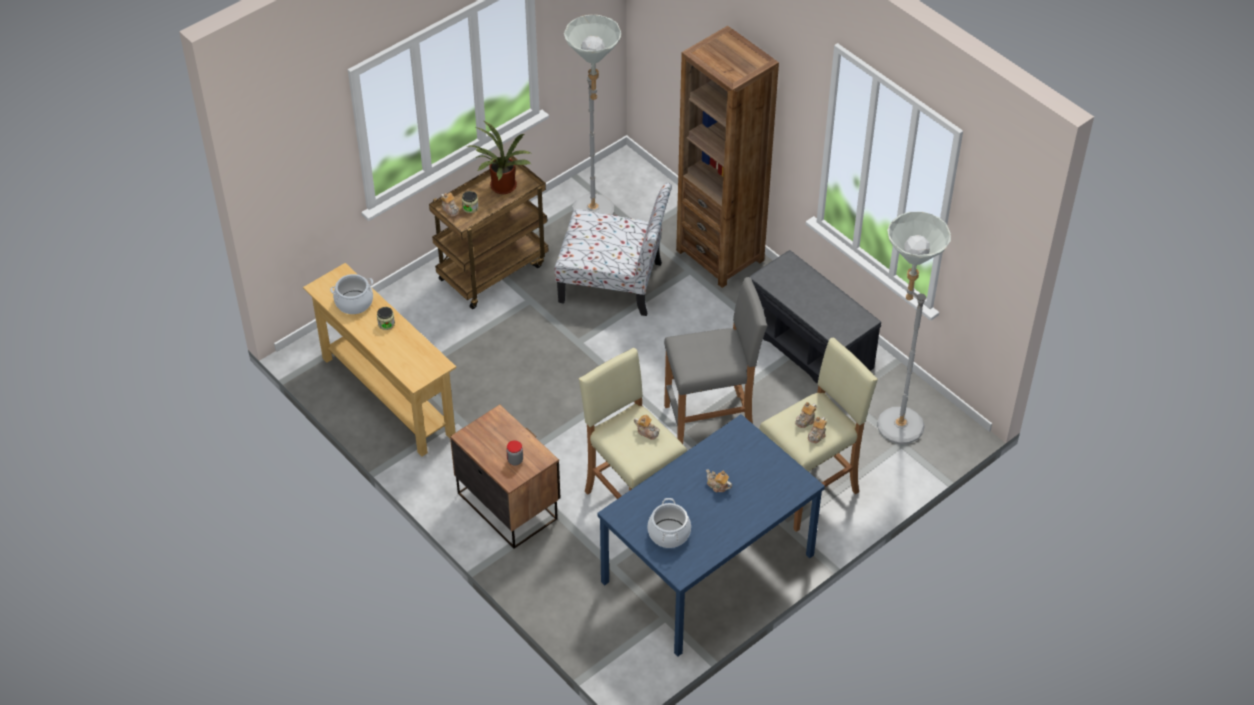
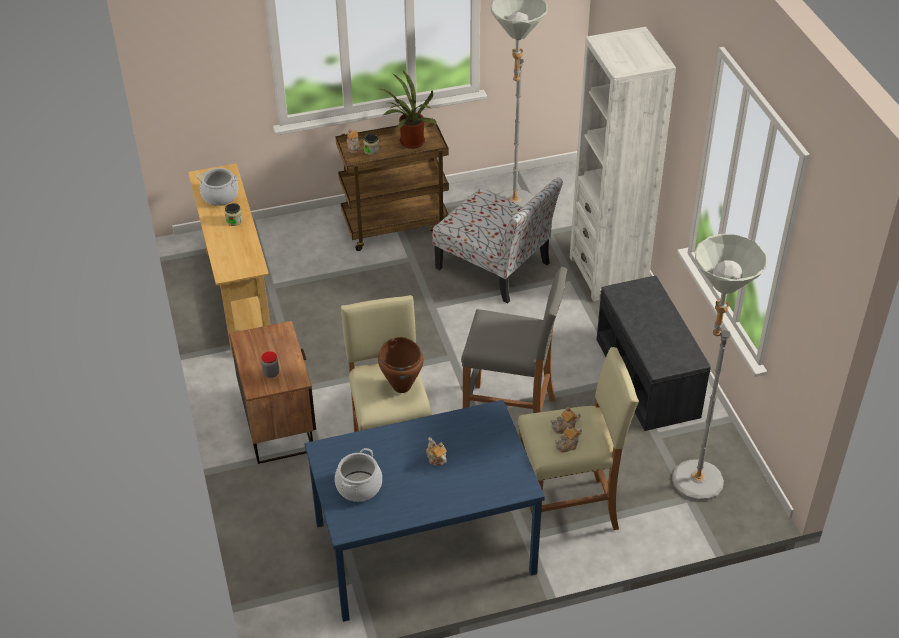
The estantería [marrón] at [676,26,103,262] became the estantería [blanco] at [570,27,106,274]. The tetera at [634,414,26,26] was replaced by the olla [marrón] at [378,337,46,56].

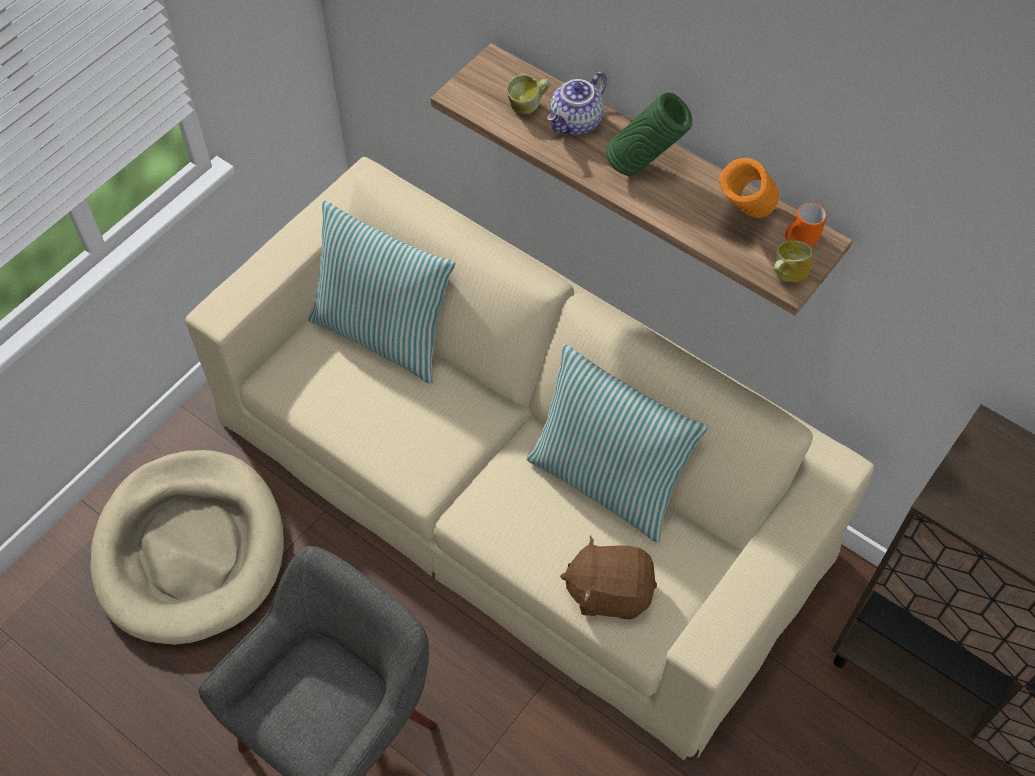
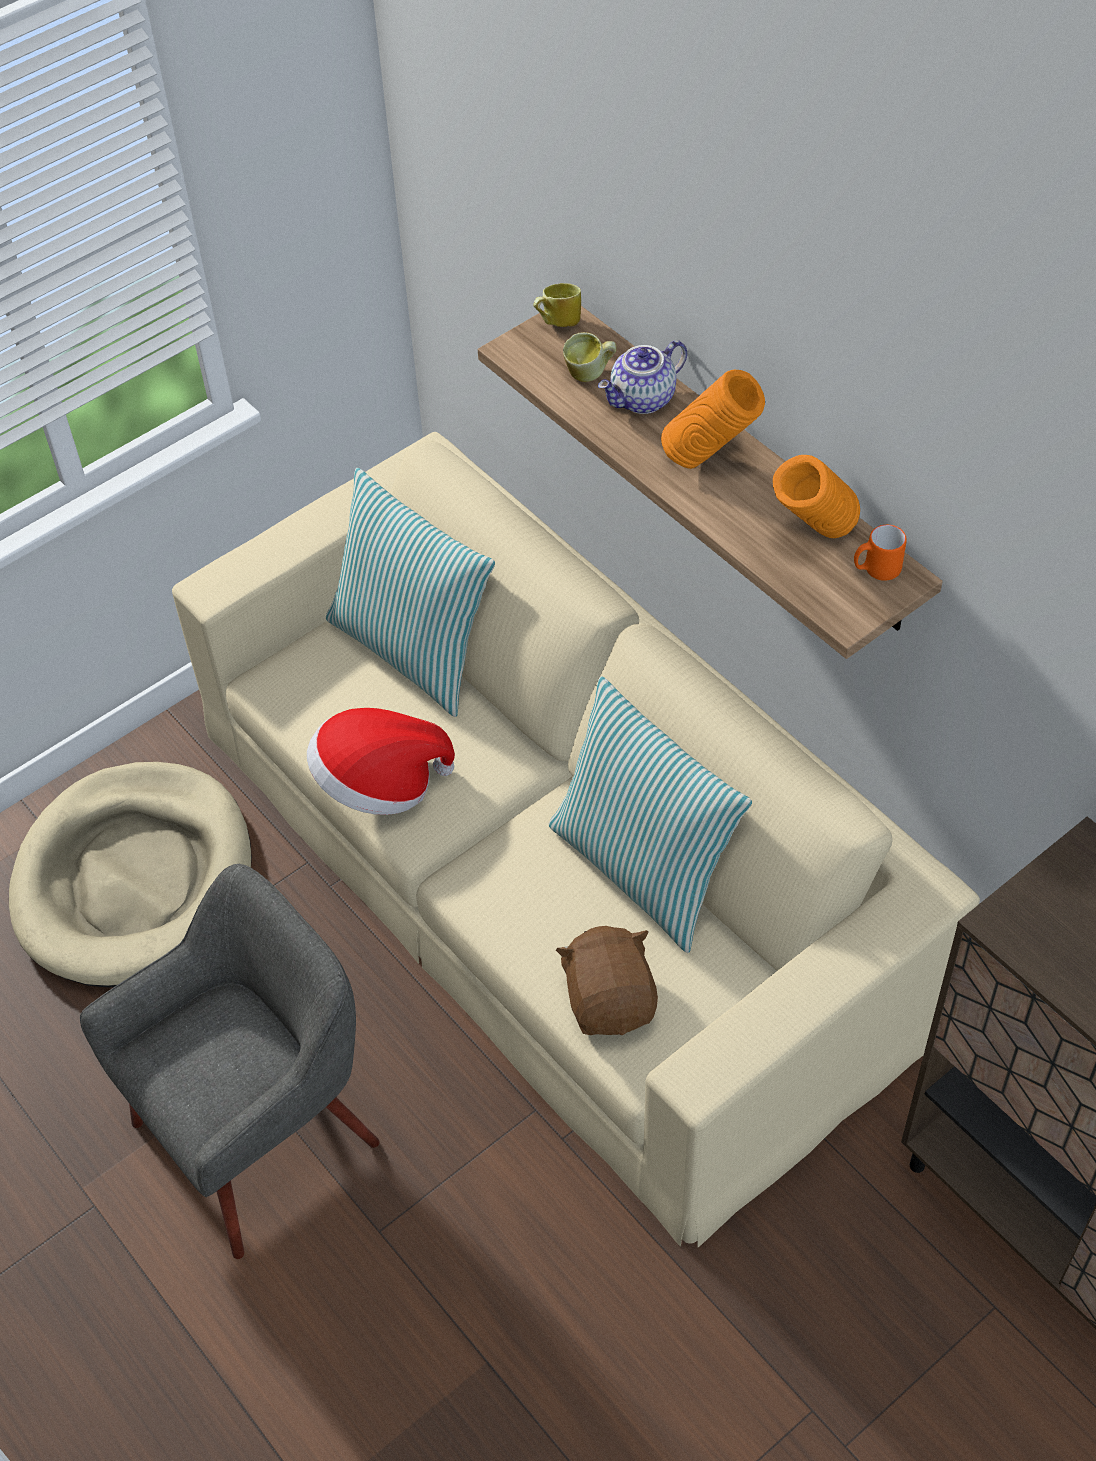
The florero [verde] at [606,93,86,83] became the florero [naranja] at [661,370,104,99]. The taza grande moved from [773,240,39,43] to [533,283,48,44]. The peluche [marrón] at [560,535,97,84] turned 60 degrees clockwise. The sombrero at [307,708,148,107] appeared.

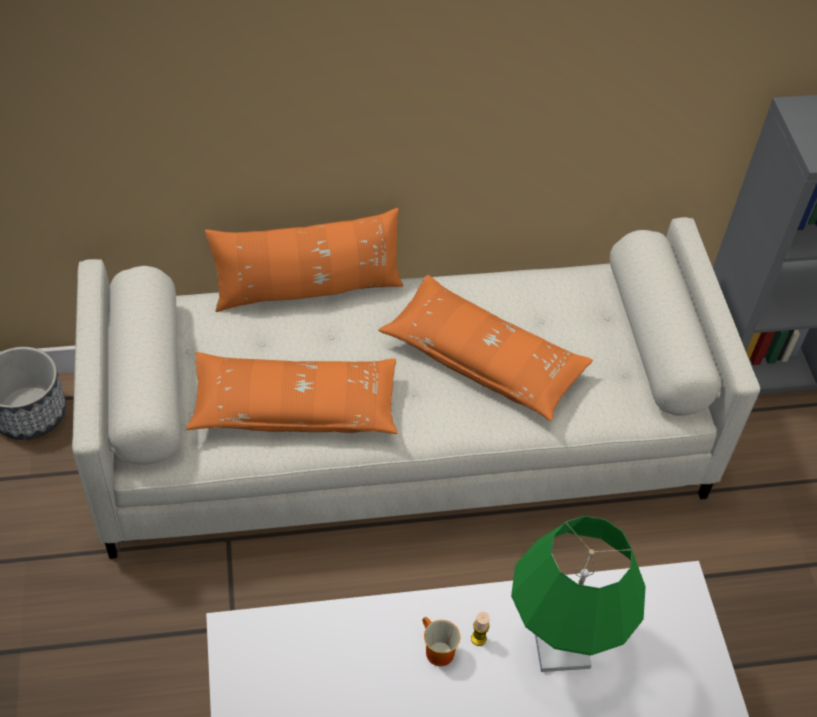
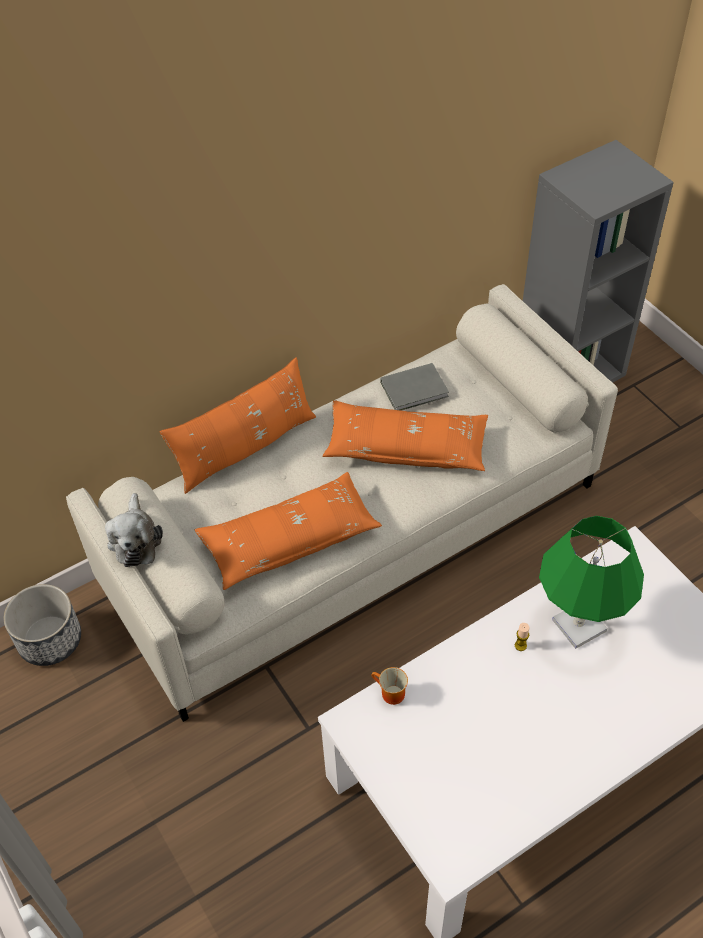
The taza grande moved from [423,617,37,49] to [371,667,37,38]. The libro [gris] at [380,363,69,48] appeared. The peluche at [105,493,58,74] appeared.

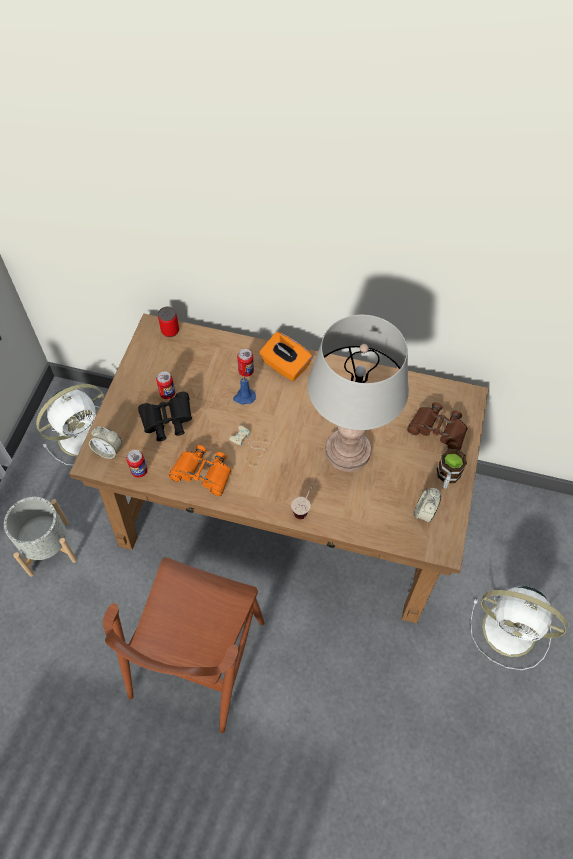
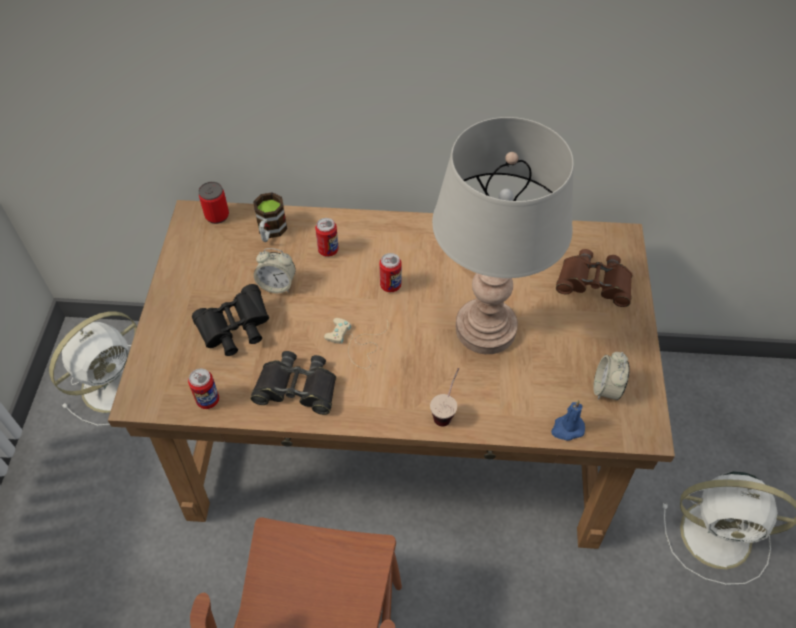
The caja de pañuelos [naranja] at [260,332,52,49] disappeared. The lata moved from [156,371,19,28] to [379,253,23,39]. The vela [azul] moved from [233,377,23,28] to [551,400,34,41]. The despertador moved from [89,426,33,33] to [254,248,42,45]. The prismáticos [naranja] at [168,445,63,51] became the prismáticos [negro] at [250,351,86,64]. The taza grande moved from [437,449,30,40] to [253,192,34,50]. The maceta [gris] at [4,497,73,80] disappeared.

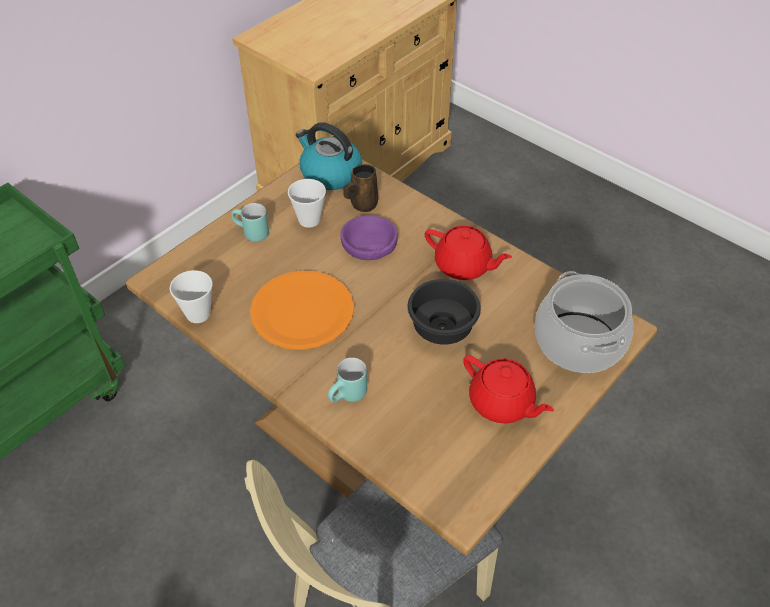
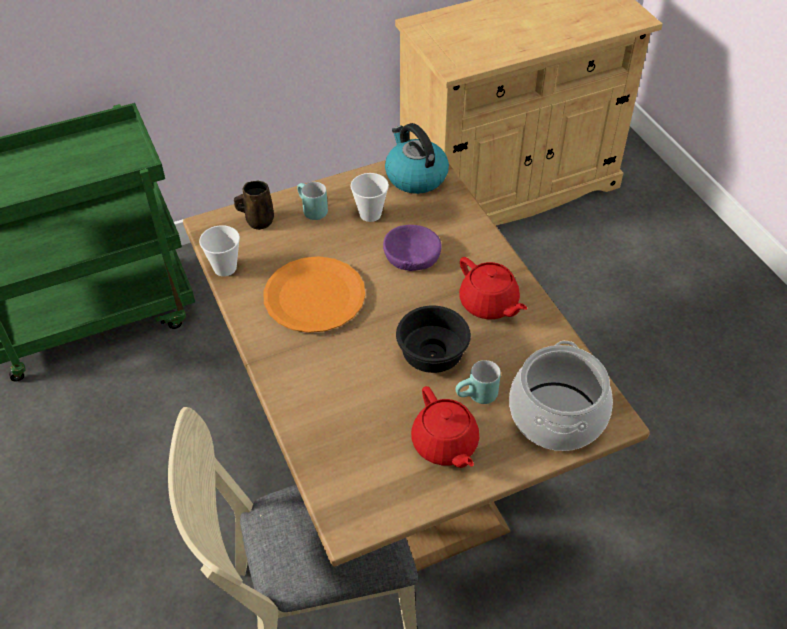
The taza grande [marrón] moved from [344,164,34,48] to [234,181,40,49]. The taza grande [turquesa] moved from [328,358,39,44] to [456,360,45,44].

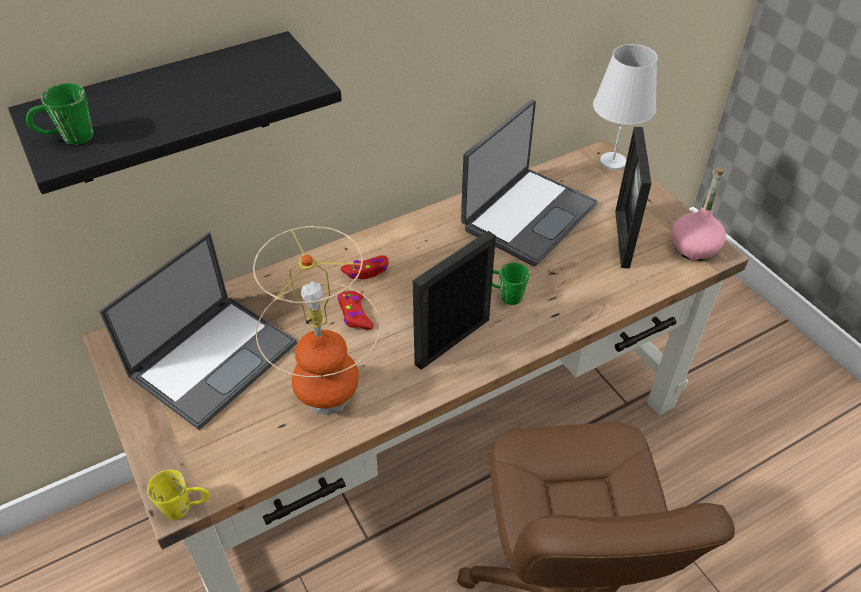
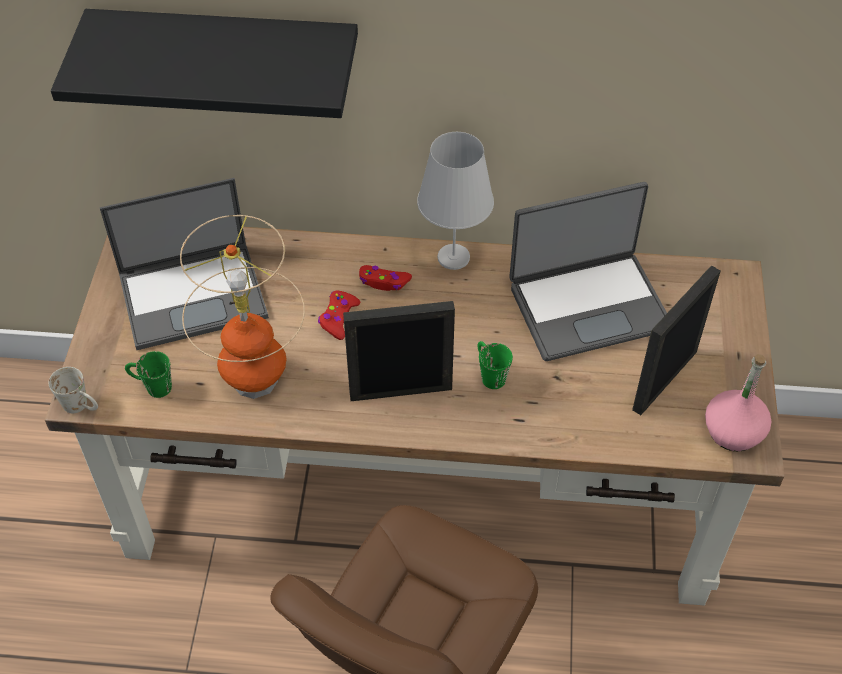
The lámpara de mesa [blanco] moved from [593,44,64,126] to [417,132,77,138]. The taza grande [verde] moved from [26,83,68,62] to [125,351,47,47]. The taza grande [amarillo] at [147,470,63,50] became the taza grande [blanco] at [49,367,49,46].

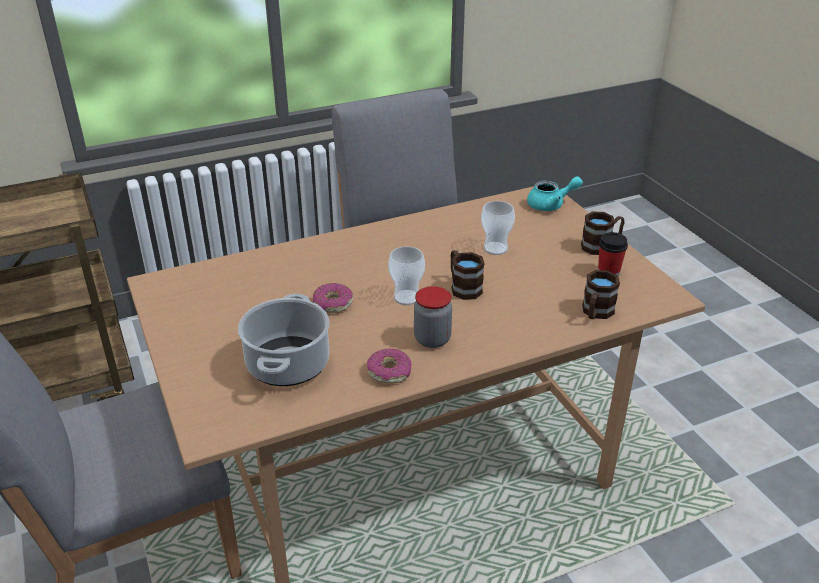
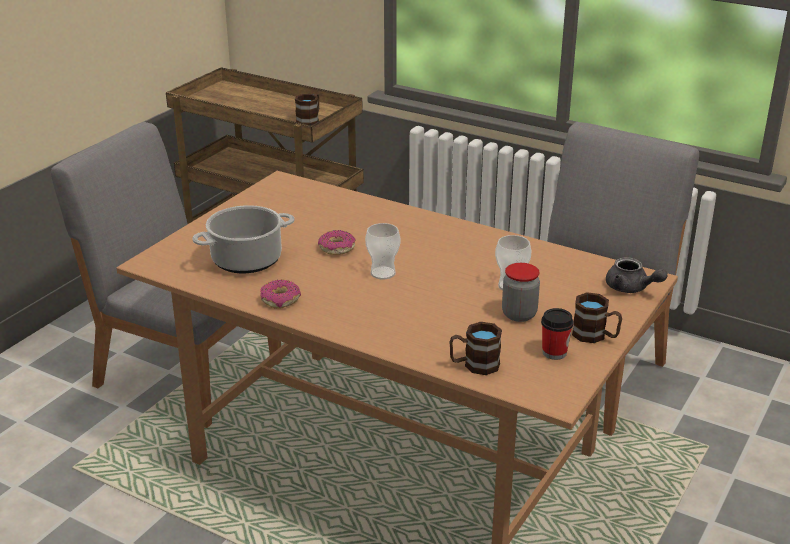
The tetera [turquesa] at [527,176,56,35] became the tetera [gris] at [606,257,61,36]. The taza grande [marrón] moved from [451,250,34,50] to [295,94,24,31]. The tarro moved from [414,286,38,62] to [502,263,38,59].

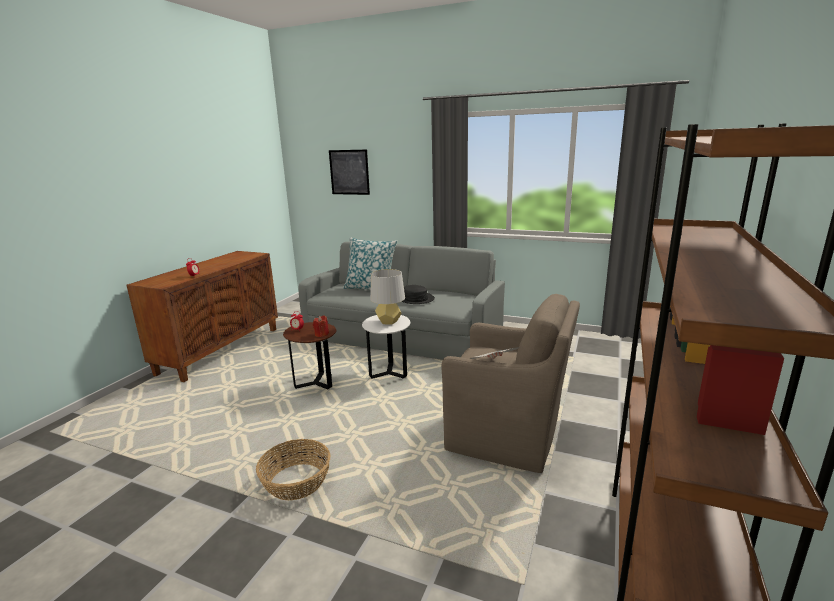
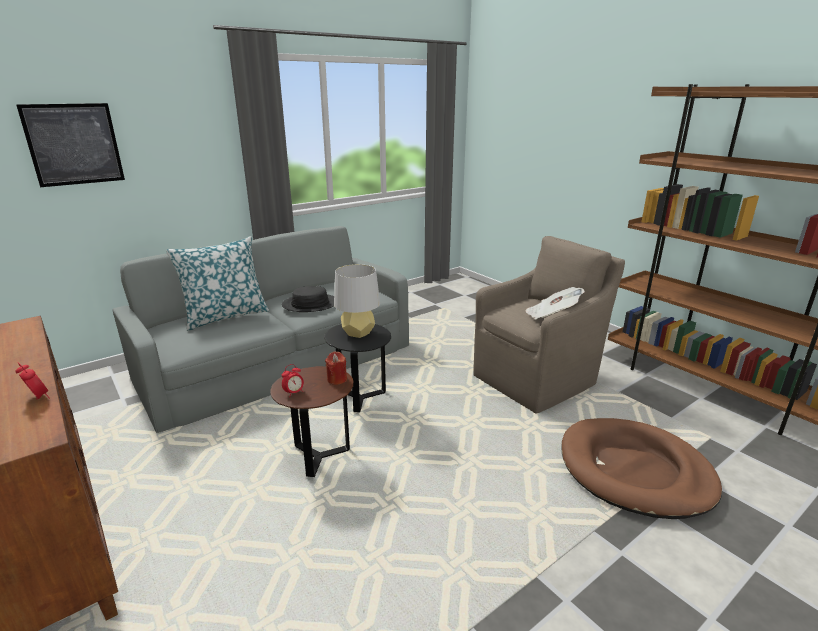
The mesa auxiliar [blanco] at [362,315,48,64] became the mesa auxiliar [negro] at [324,324,67,88]. The cesta at [256,439,74,61] disappeared. The cama para perro [marrón] at [562,418,160,101] appeared.

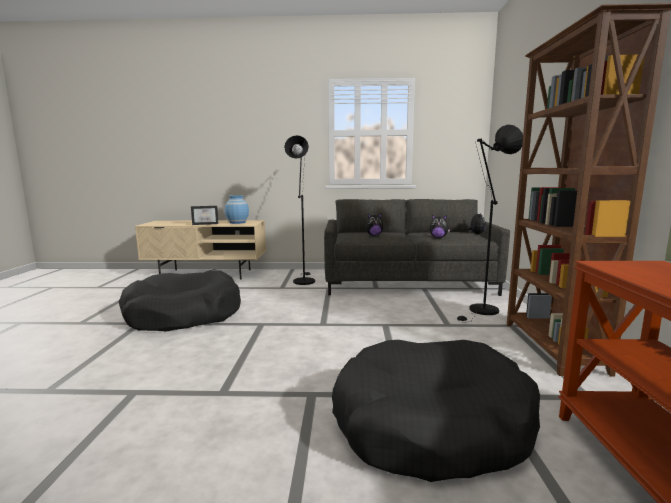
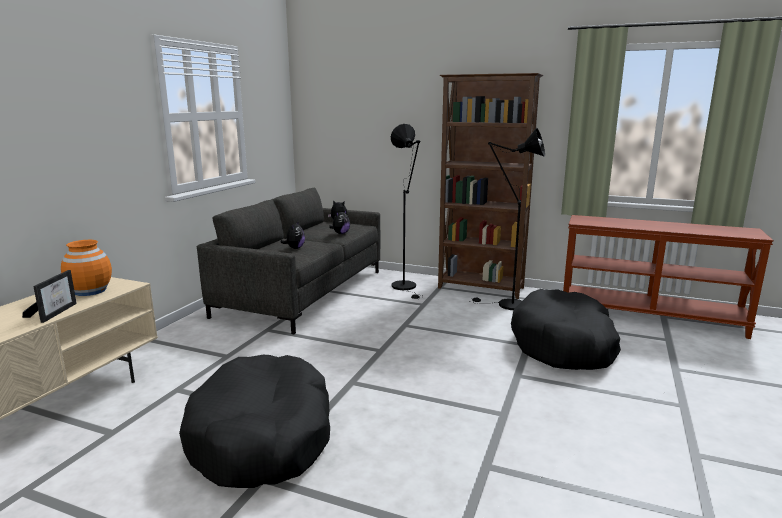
The lámpara de pie [negro] moved from [284,135,31,150] to [469,127,76,183]. The florero [azul] at [225,195,24,29] became the florero [naranja] at [61,240,51,56].

